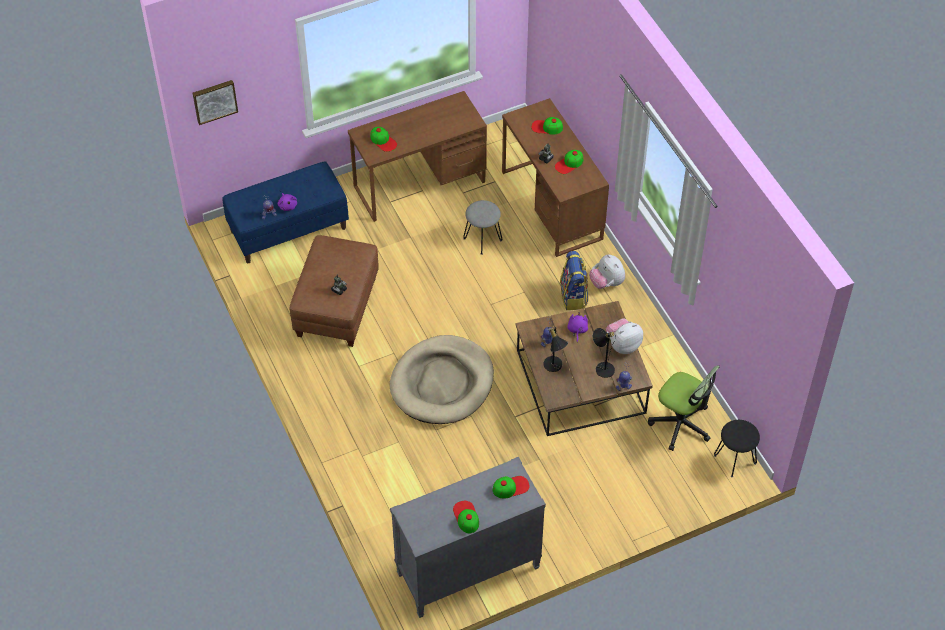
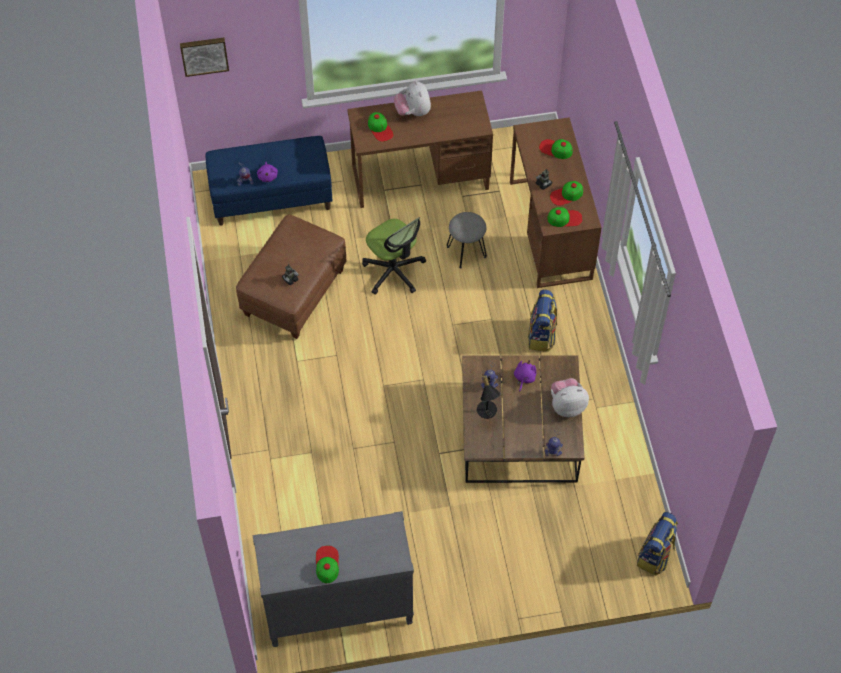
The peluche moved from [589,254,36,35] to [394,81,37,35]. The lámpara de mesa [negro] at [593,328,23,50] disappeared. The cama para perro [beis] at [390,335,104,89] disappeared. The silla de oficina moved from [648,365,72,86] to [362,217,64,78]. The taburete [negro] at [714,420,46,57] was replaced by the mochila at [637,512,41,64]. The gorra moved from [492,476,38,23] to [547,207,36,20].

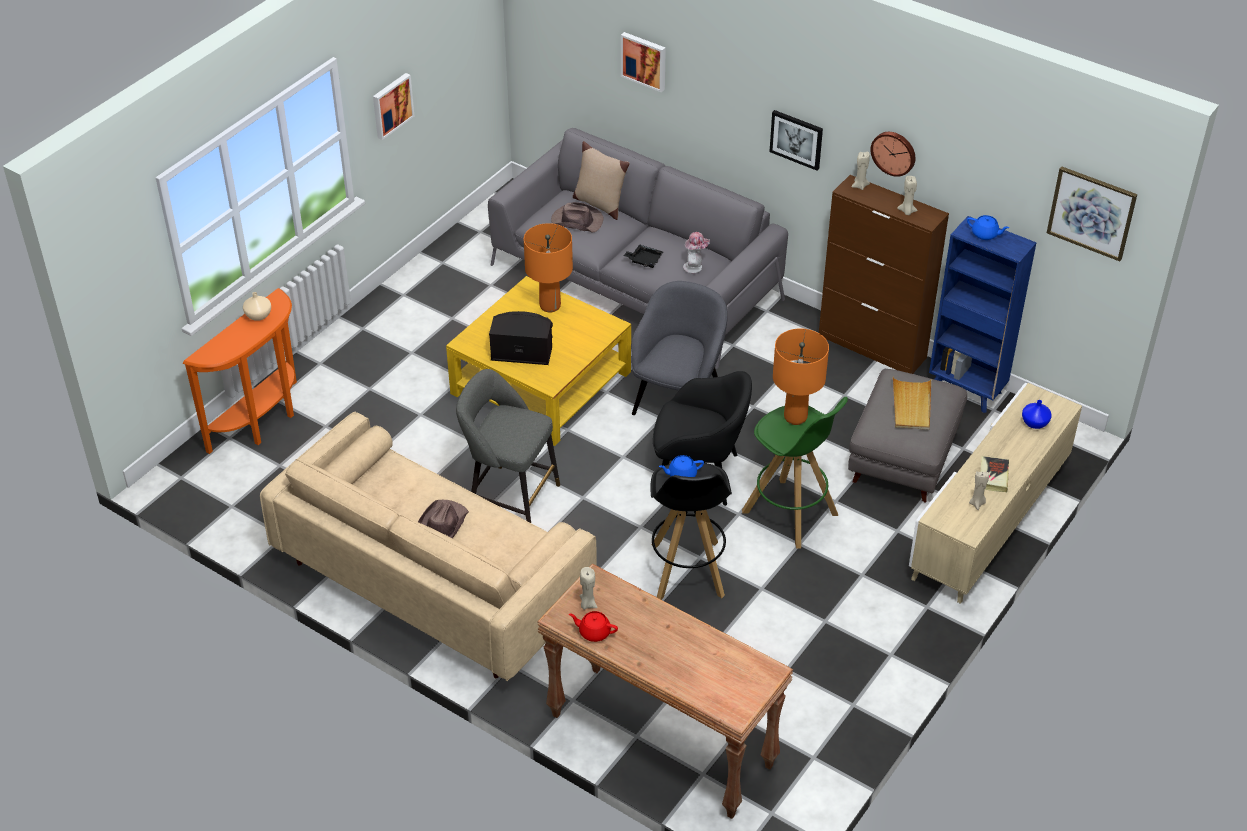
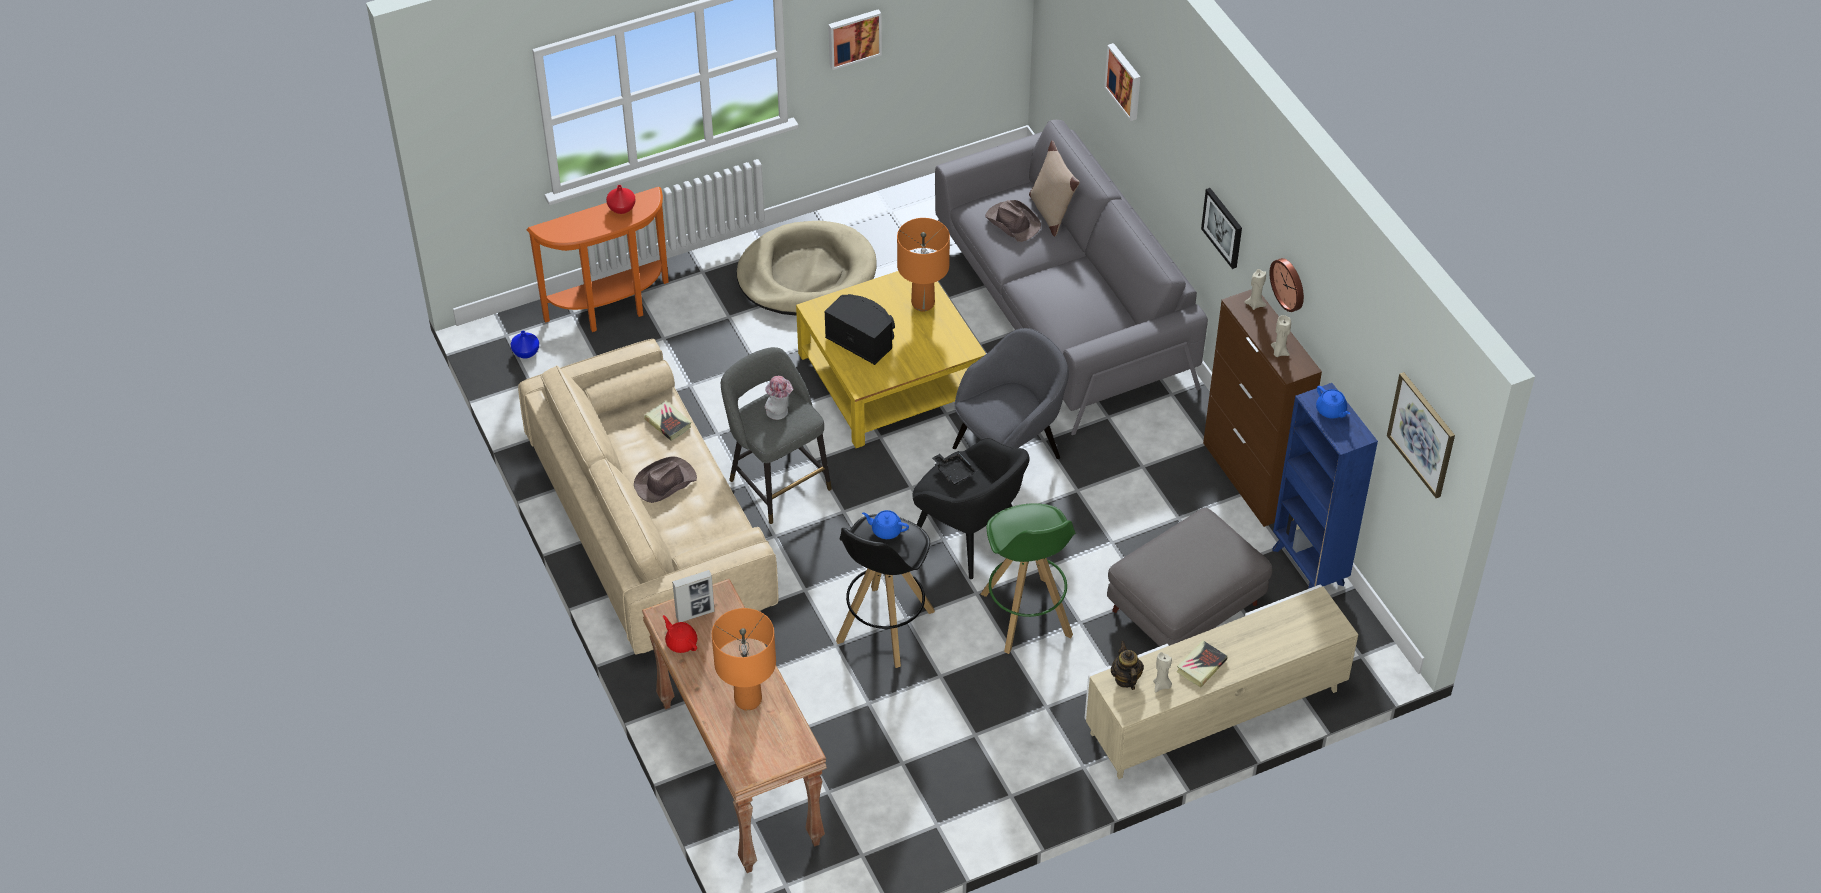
The sombrero moved from [683,232,27,41] to [765,376,28,44]. The bandeja [negro] moved from [624,244,39,24] to [932,451,45,34]. The florero [beis] at [243,292,28,29] became the florero [rojo] at [606,185,30,29]. The lámpara de mesa [naranja] moved from [773,328,56,97] to [712,608,64,103]. The bandeja [beis] at [893,377,38,53] disappeared. The florero [azul] moved from [1022,400,30,29] to [511,330,28,29]. The vela [beis] at [580,567,18,43] was replaced by the portarretratos at [672,570,43,52]. The cama para perro [beis] at [737,221,140,95] appeared. The libro at [644,401,48,40] appeared. The tetera at [1111,641,33,49] appeared.

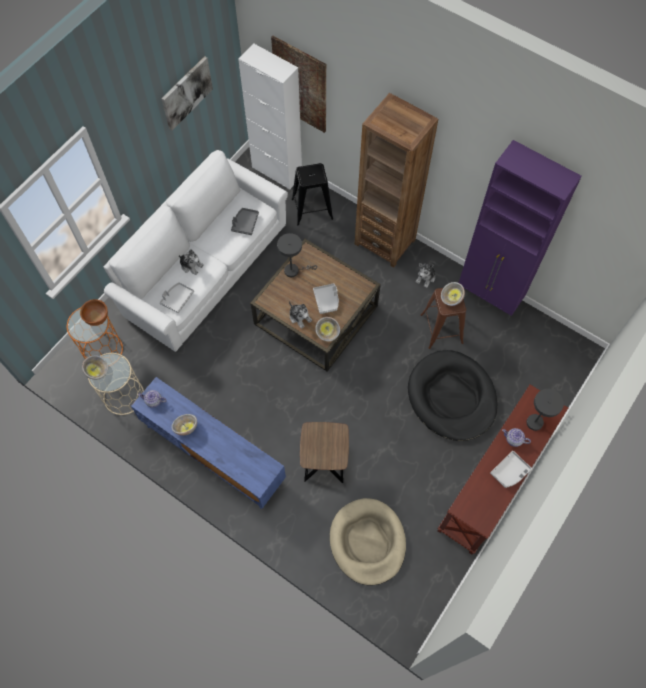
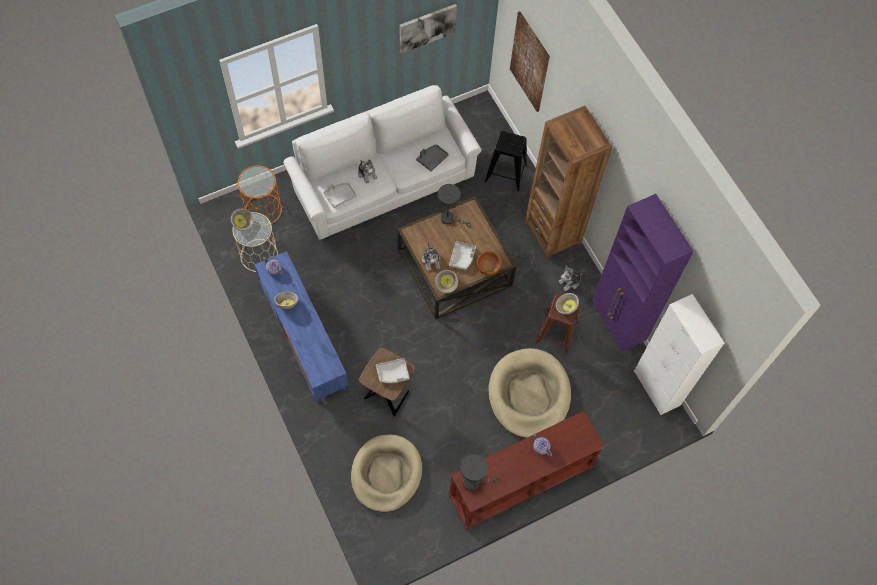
The armario [blanco] moved from [238,43,64,147] to [634,294,90,121]. The cuenco [marrón] moved from [80,299,28,27] to [477,251,25,25]. The cama para perro [negro] at [408,350,90,91] became the cama para perro [beis] at [489,348,82,90]. The lámpara de mesa [gris] moved from [527,389,37,42] to [461,454,39,37]. The bandeja [gris] moved from [490,451,42,37] to [376,358,34,25].

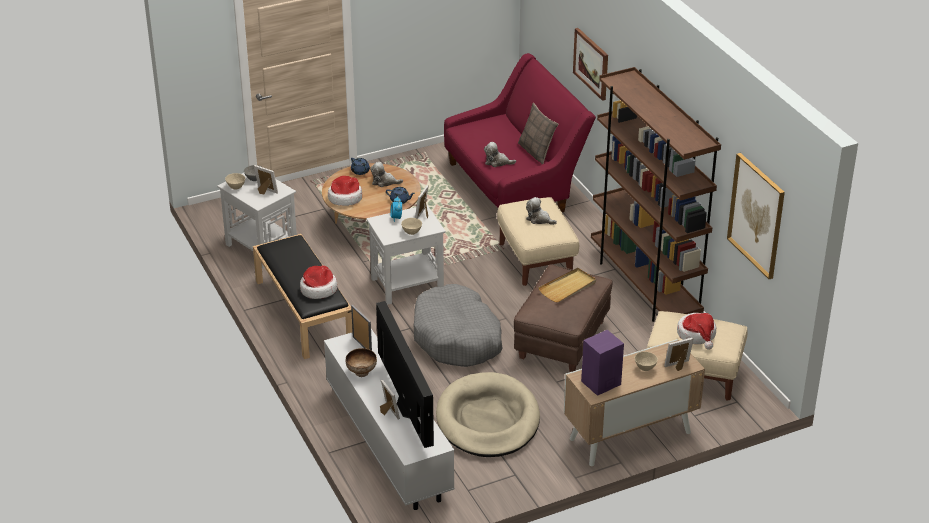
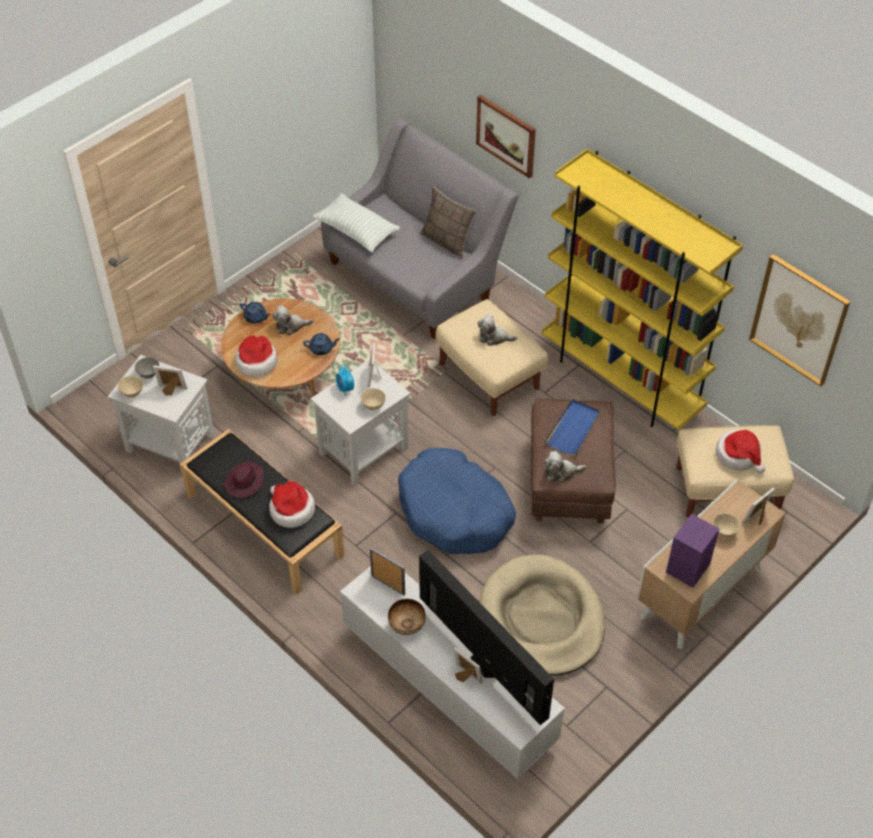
The sofá [rojo] at [444,53,152,159] became the sofá [gris] at [321,118,198,221]. The estantería [marrón] at [591,67,130,255] became the estantería [amarillo] at [542,149,201,281]. The peluche moved from [484,142,32,25] to [544,451,43,32]. The bandeja [beis] at [538,268,58,35] became the bandeja [azul] at [544,399,56,56]. The cama para perro [gris] at [413,284,89,83] became the cama para perro [azul] at [398,448,118,106]. The cojín at [312,193,89,60] appeared. The sombrero [morado] at [224,462,40,36] appeared.

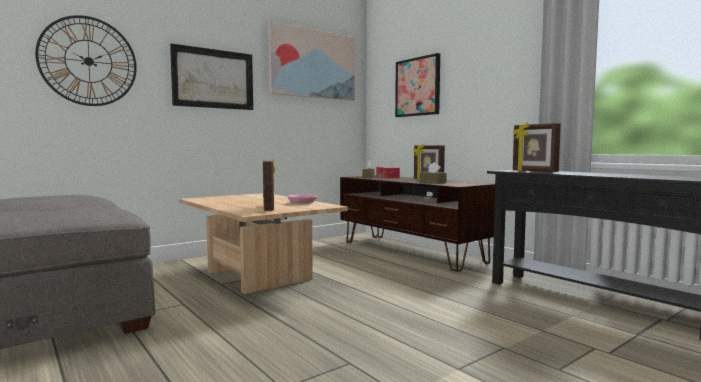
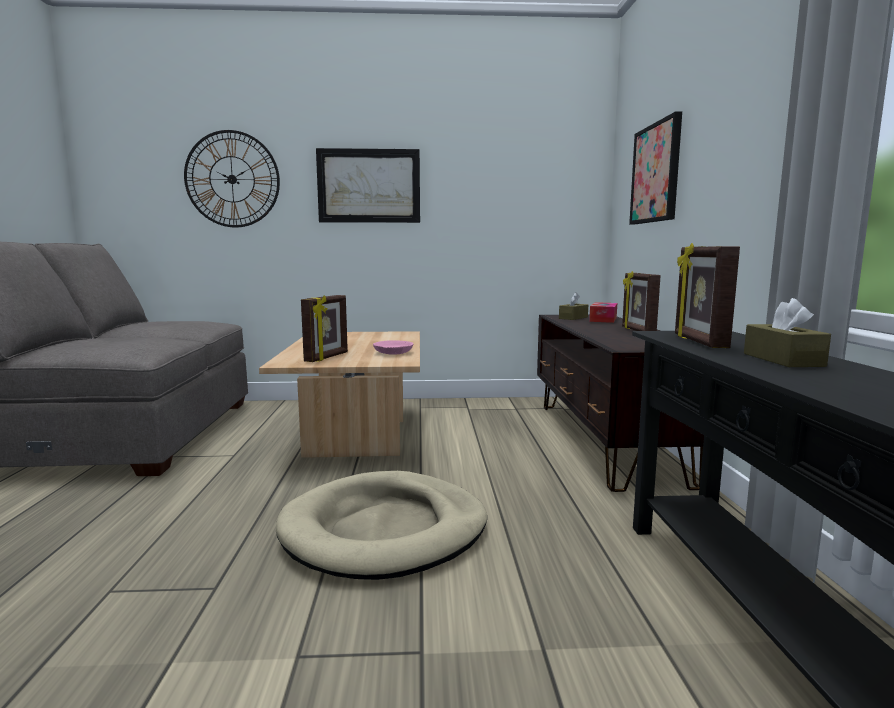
The cuadro at [268,21,87,80] disappeared. The caja de pañuelos [marrón] moved from [420,162,27,22] to [744,298,87,69]. The cama para perro [beis] at [276,471,211,109] appeared.

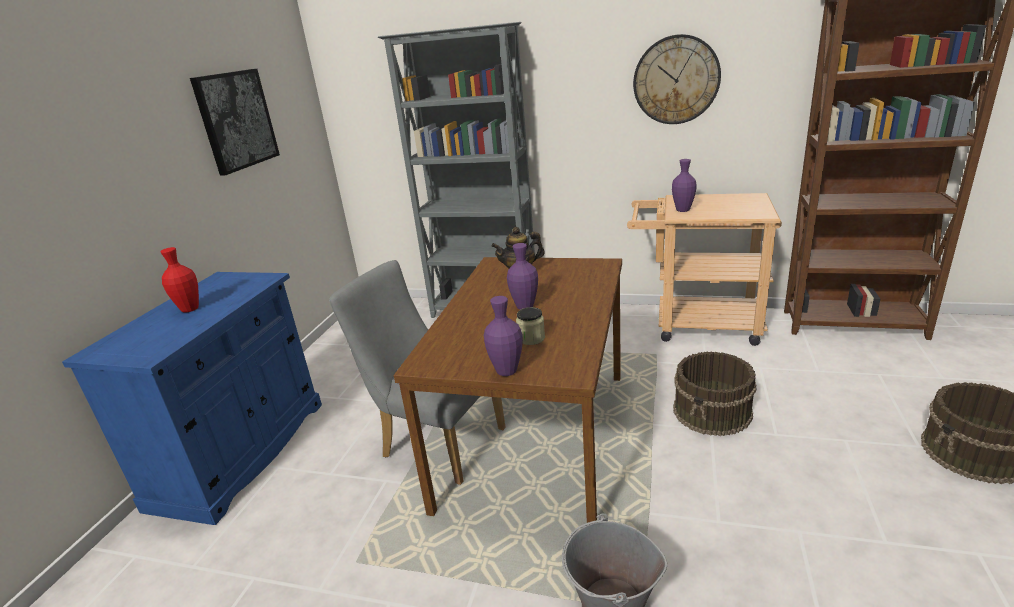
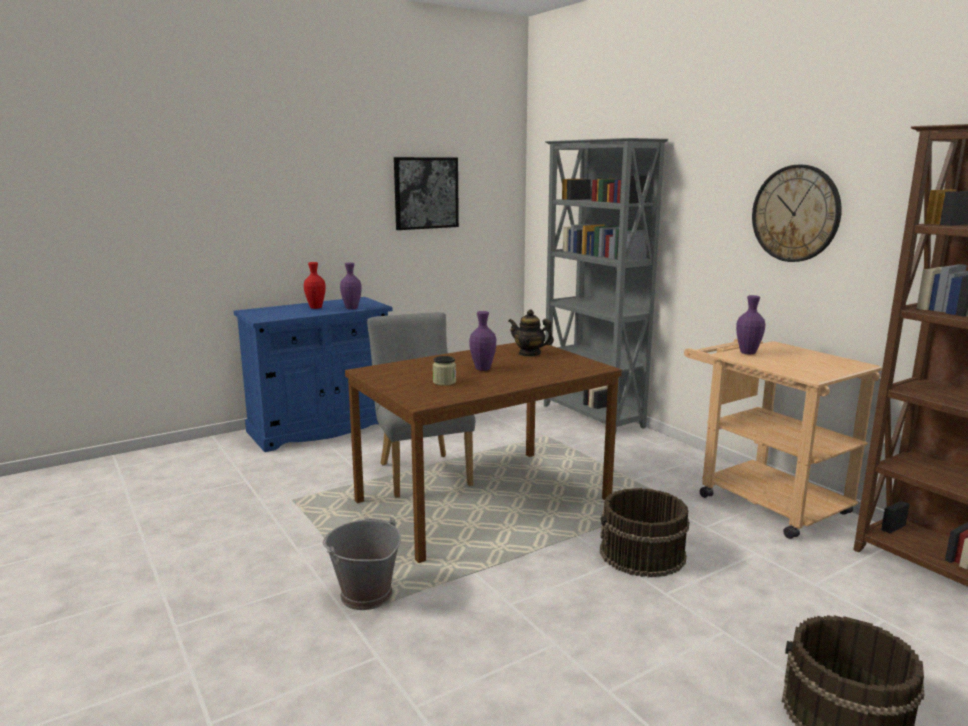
The florero [morado] moved from [484,296,39,80] to [340,263,21,47].

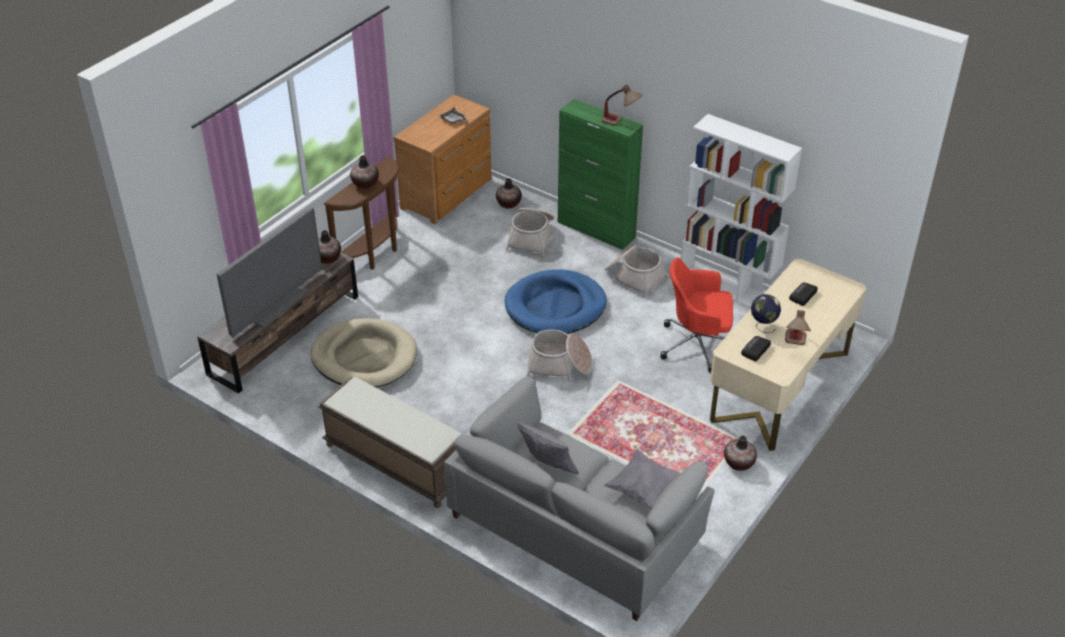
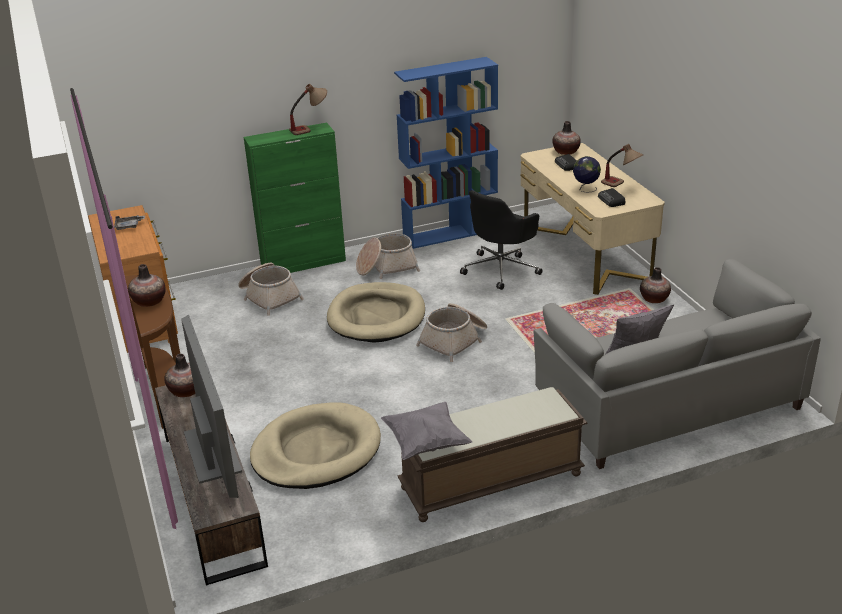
The estantería [blanco] at [681,114,121,194] became the estantería [azul] at [394,57,104,192]. The florero moved from [496,178,26,31] to [552,121,29,34]. The silla de oficina [rojo] at [660,258,73,115] became the silla de oficina [negro] at [460,190,83,100]. The cama para perro [azul] at [505,269,102,65] became the cama para perro [beis] at [327,282,98,61]. The cojín [gris] moved from [604,449,76,62] to [381,402,91,58].

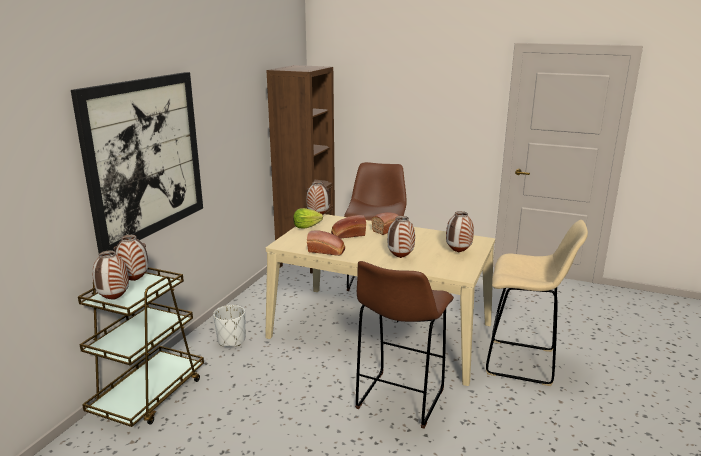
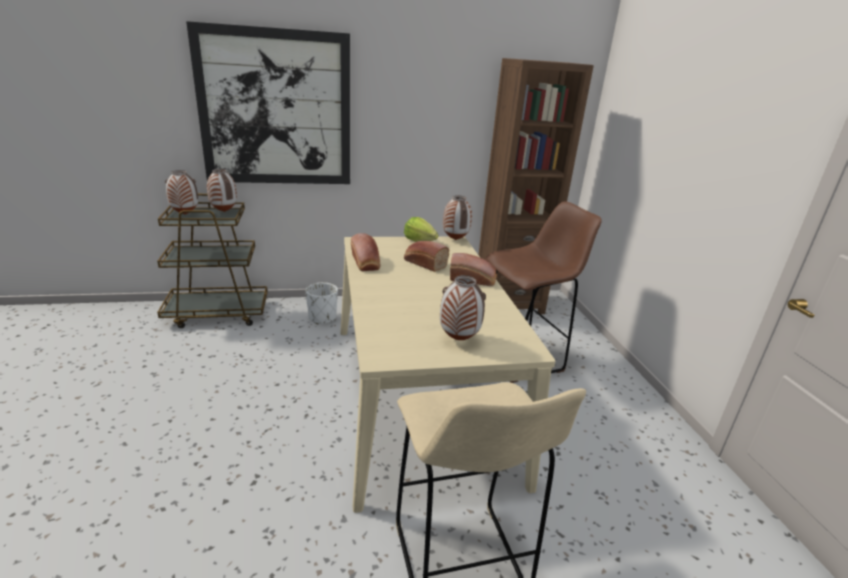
The florero at [387,216,28,42] disappeared. The taburete [marrón] at [355,261,99,167] disappeared.

